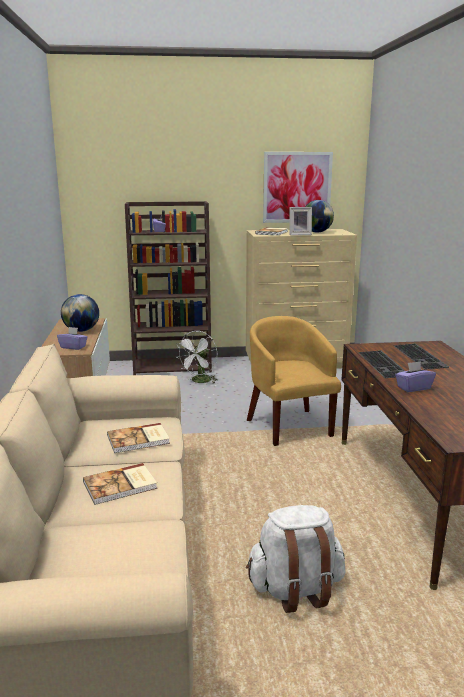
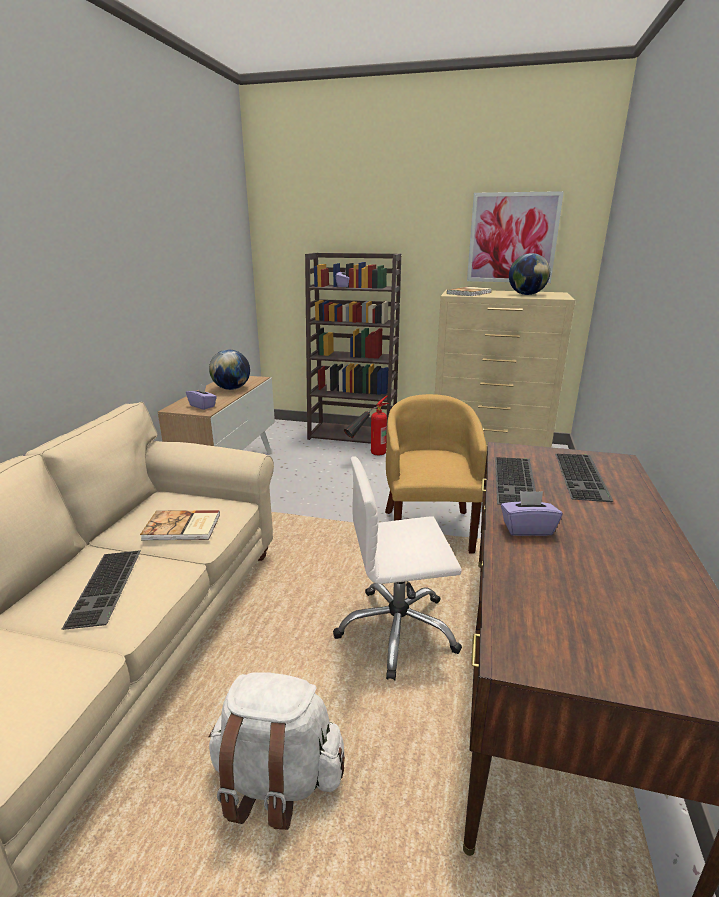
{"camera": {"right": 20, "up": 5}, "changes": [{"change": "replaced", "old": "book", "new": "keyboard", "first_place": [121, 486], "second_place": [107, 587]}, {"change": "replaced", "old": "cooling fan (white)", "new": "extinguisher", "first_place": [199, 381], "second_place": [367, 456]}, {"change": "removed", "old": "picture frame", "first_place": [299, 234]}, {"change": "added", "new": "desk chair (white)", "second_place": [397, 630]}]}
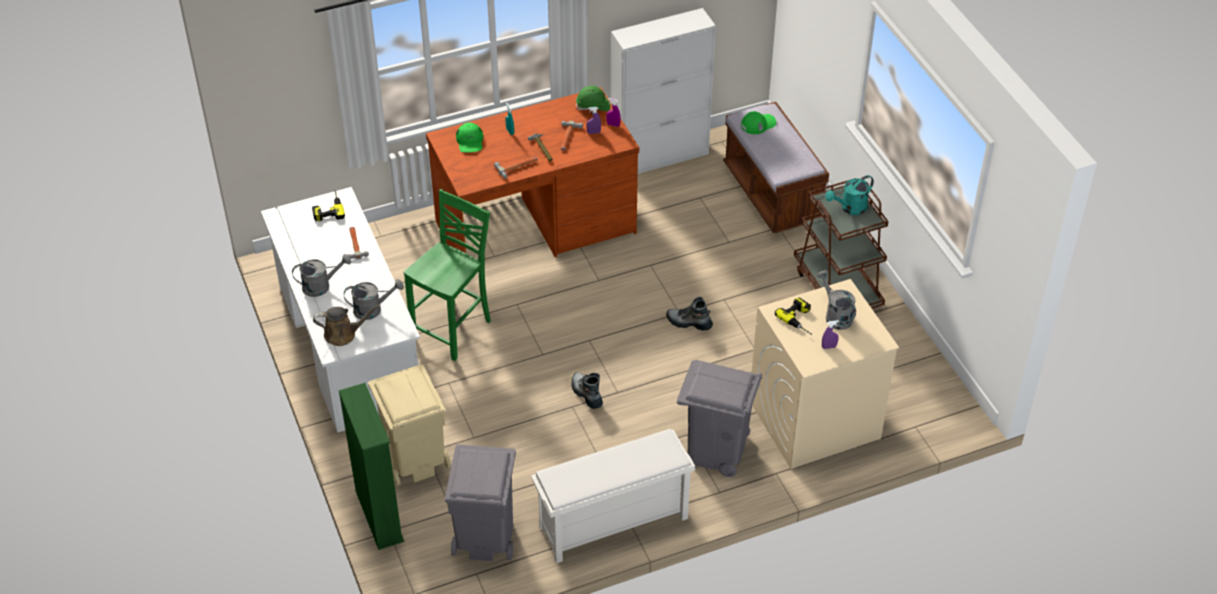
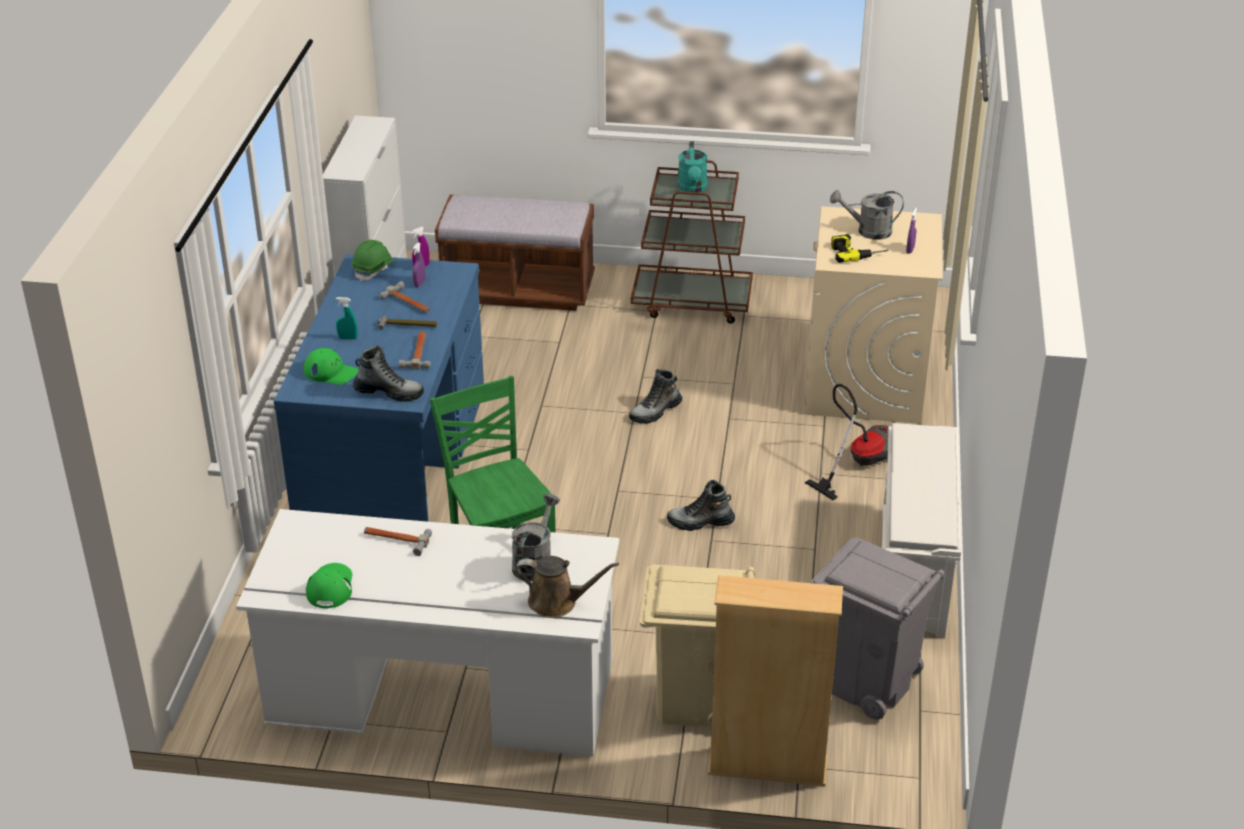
{"camera": {"right": -60, "up": -10}, "changes": [{"change": "removed", "old": "watering can (gray)", "first_place": [321, 286]}, {"change": "removed", "old": "drill", "first_place": [327, 208]}, {"change": "turned", "old": "watering can (brown-coloured)", "first_place": [343, 334], "second_place": [557, 602], "degrees": 75}, {"change": "recoloured", "old": "shelving unit (greenish)", "new": "shelving unit (beige)", "first_place": [379, 516], "second_place": [767, 766]}, {"change": "recoloured", "old": "desk (brown-coloured)", "new": "desk (bluish)", "first_place": [536, 228], "second_place": [395, 465]}, {"change": "replaced", "old": "trash can (gray)", "new": "hoover", "first_place": [716, 451], "second_place": [859, 462]}, {"change": "moved", "old": "peaked cap (greenish)", "first_place": [758, 124], "second_place": [330, 587]}, {"change": "added", "new": "tall boot", "second_place": [389, 392]}]}
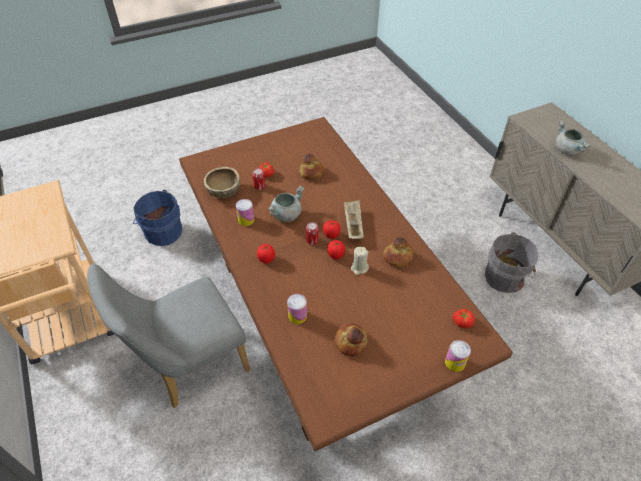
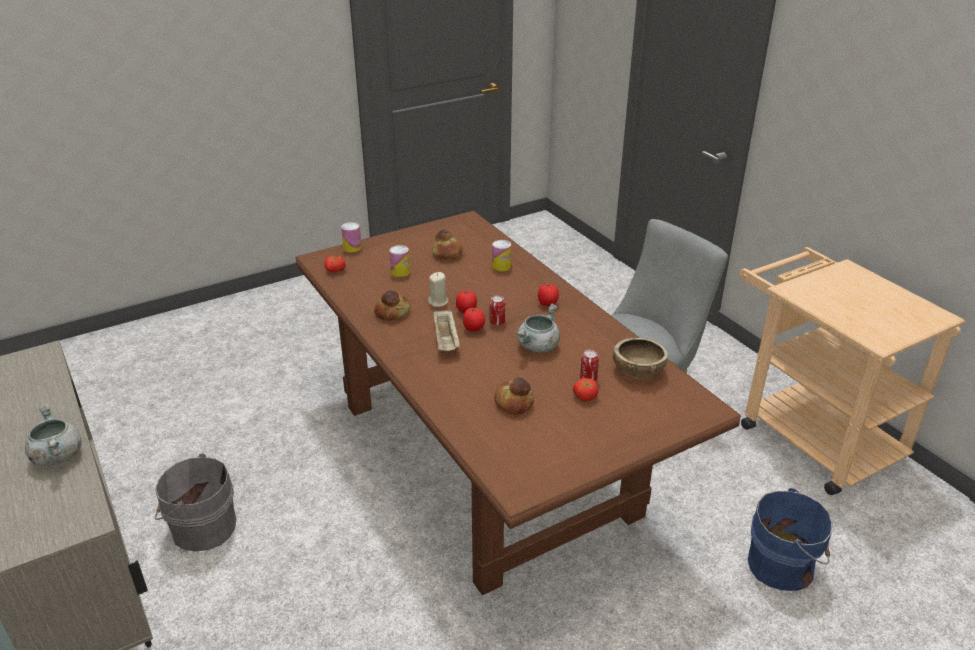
{"camera": {"right": 175, "up": -15}, "changes": [{"change": "moved", "old": "can", "first_place": [246, 220], "second_place": [400, 272]}]}
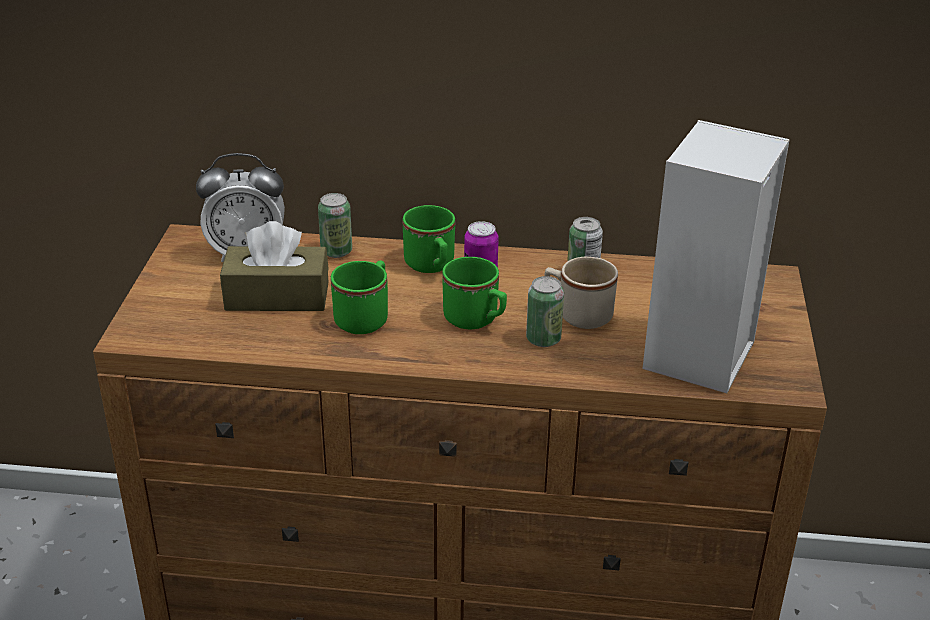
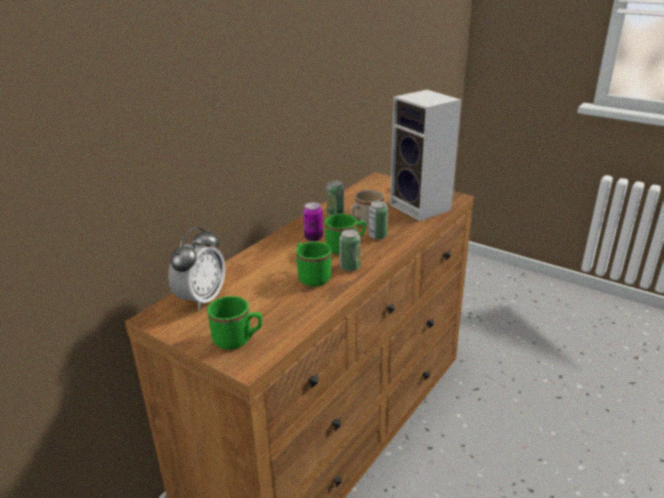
{"camera": {"right": -60, "up": -5}, "changes": [{"change": "removed", "old": "box of tissues (brown-coloured)", "first_place": [277, 296]}, {"change": "moved", "old": "can", "first_place": [336, 251], "second_place": [350, 267]}, {"change": "moved", "old": "tea mug (greenish)", "first_place": [431, 266], "second_place": [238, 340]}]}
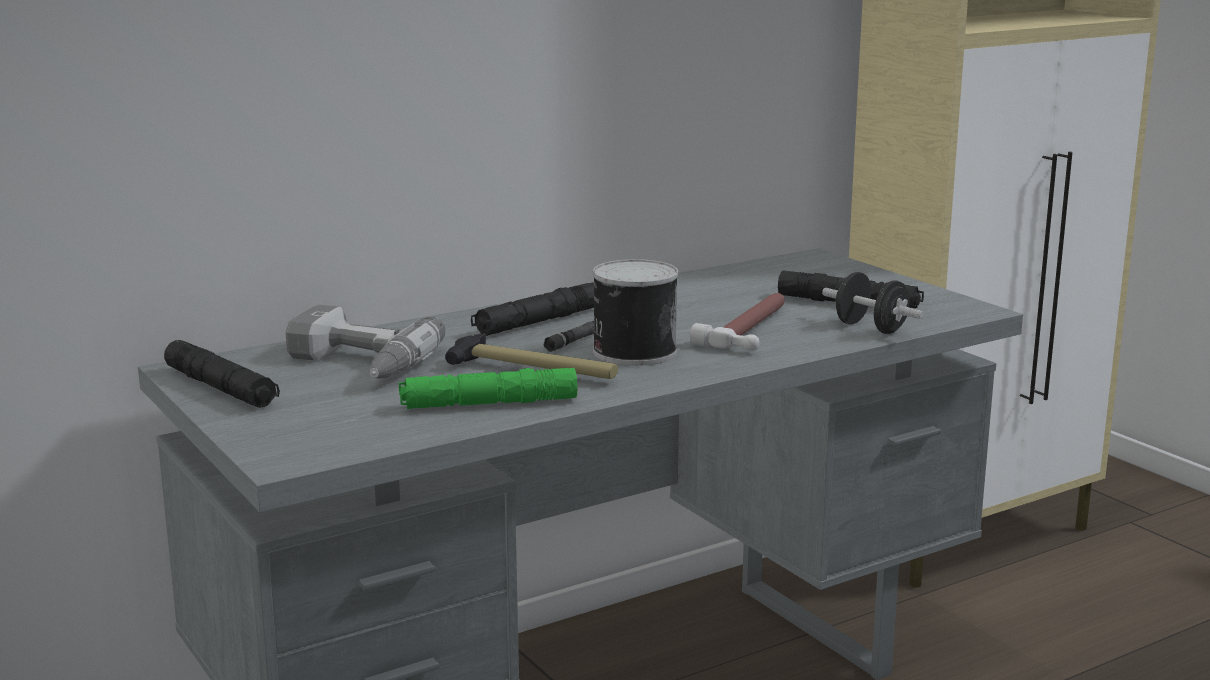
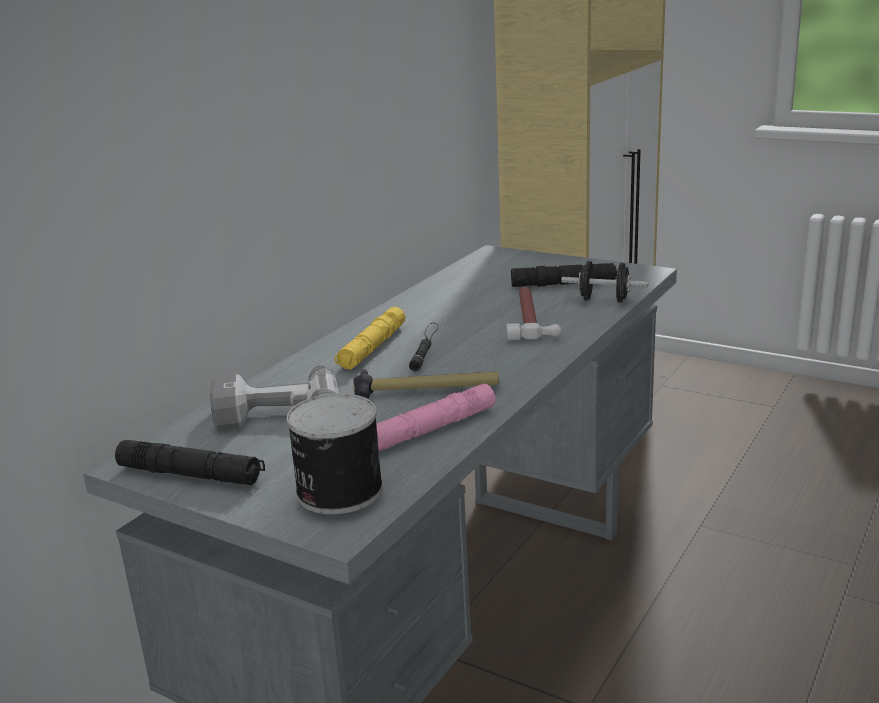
{"camera": {"right": -25, "up": 5}, "changes": [{"change": "recoloured", "old": "torch (greenish)", "new": "torch (pinkish)", "first_place": [488, 403], "second_place": [431, 429]}, {"change": "recoloured", "old": "torch (black)", "new": "torch (yellow-coloured)", "first_place": [538, 322], "second_place": [372, 348]}, {"change": "moved", "old": "can", "first_place": [632, 351], "second_place": [337, 491]}]}
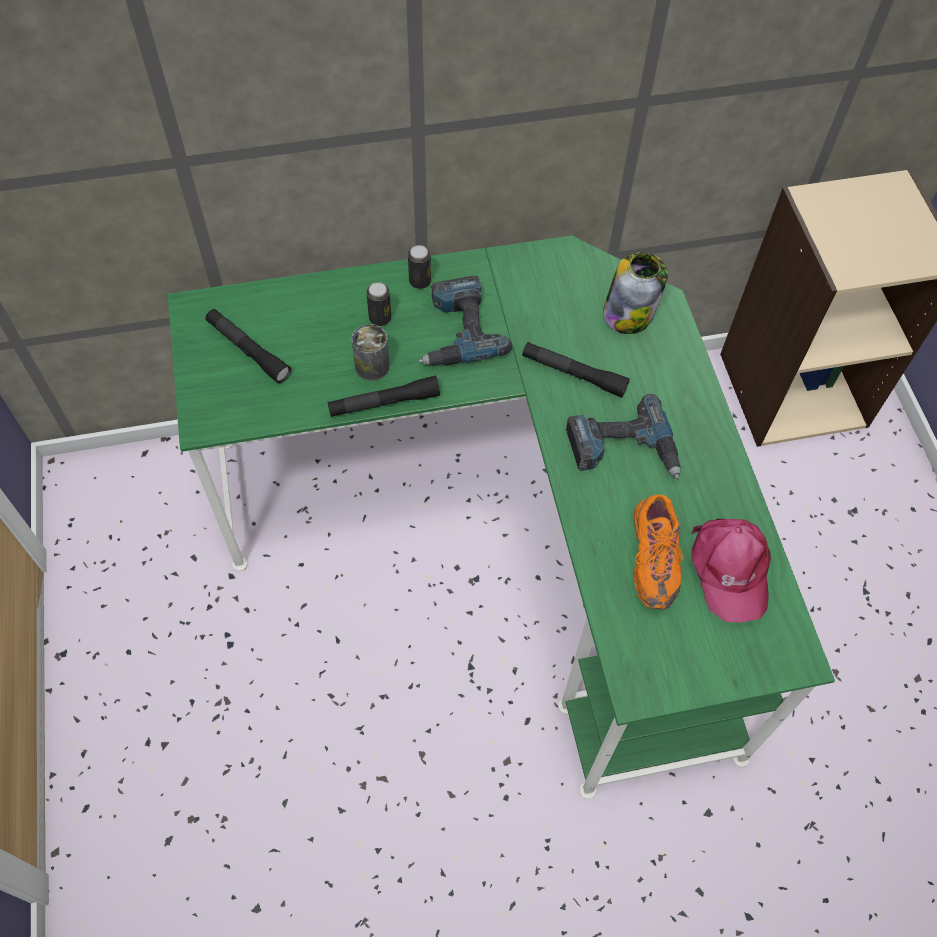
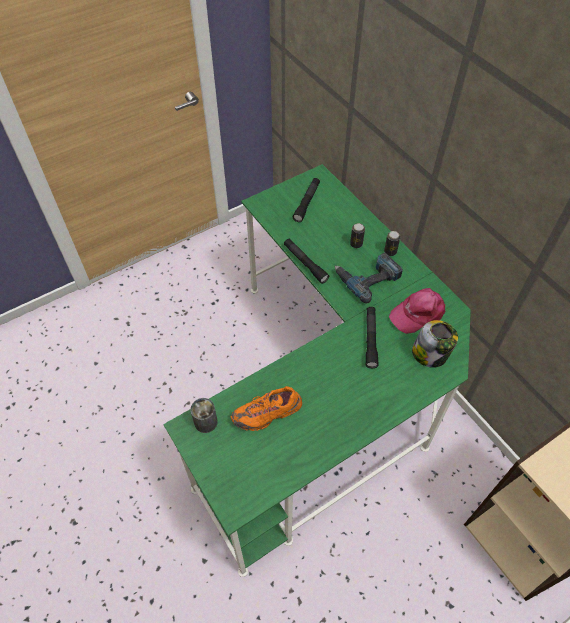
{"camera": {"right": 70, "up": -5}, "changes": [{"change": "moved", "old": "can", "first_place": [372, 366], "second_place": [206, 422]}, {"change": "removed", "old": "drill", "first_place": [622, 449]}, {"change": "moved", "old": "peaked cap (pinkish)", "first_place": [729, 570], "second_place": [418, 313]}]}
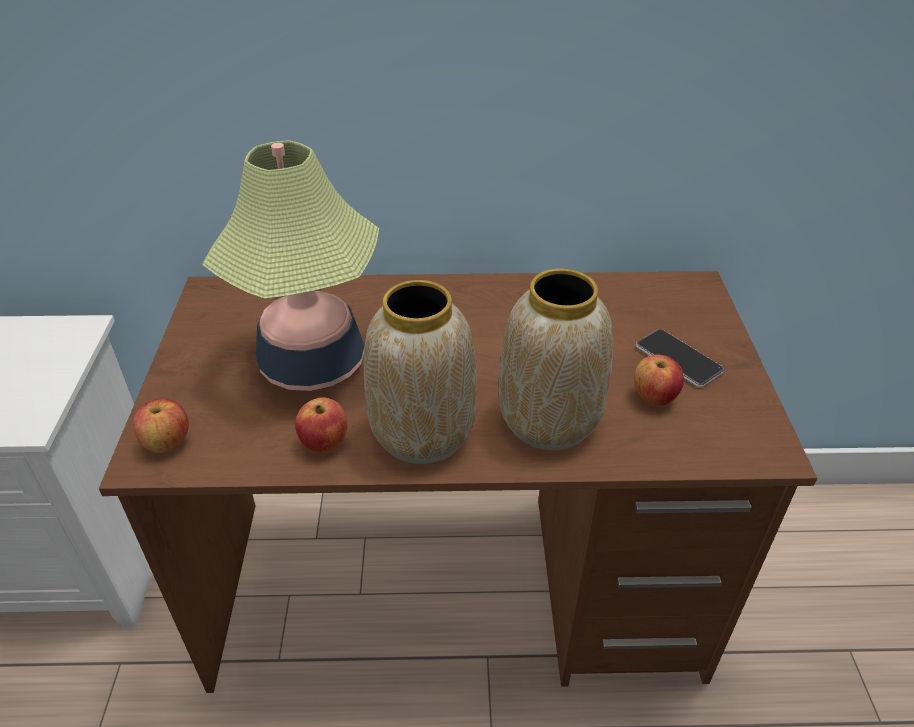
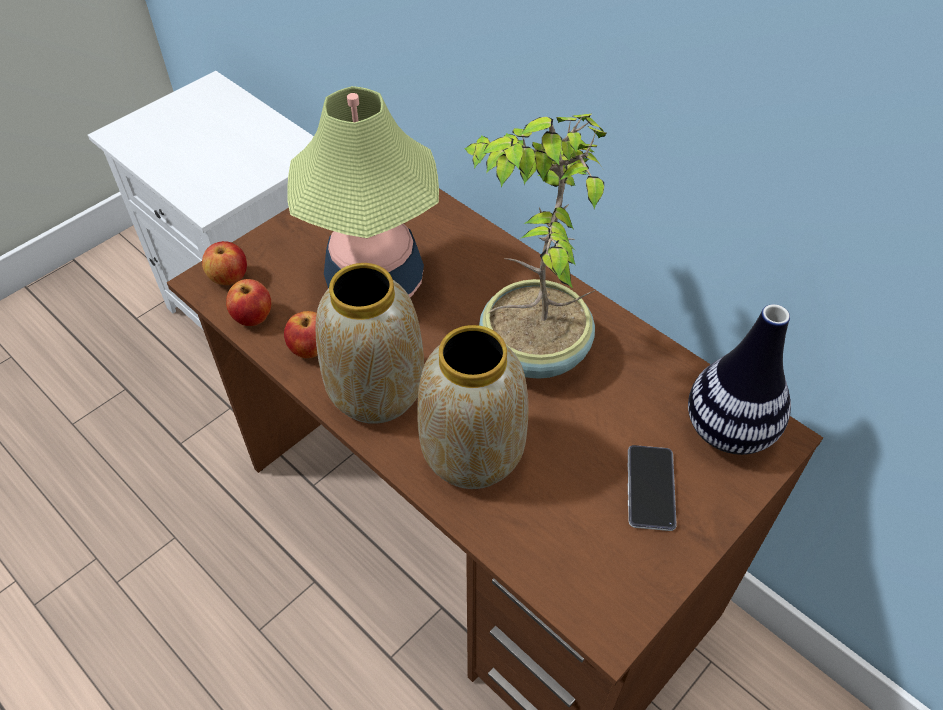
{"camera": {"right": 45, "up": 10}, "changes": [{"change": "moved", "old": "apple fruit", "first_place": [654, 397], "second_place": [253, 317]}, {"change": "added", "new": "plant in a pot", "second_place": [531, 352]}, {"change": "added", "new": "flower vase", "second_place": [728, 429]}]}
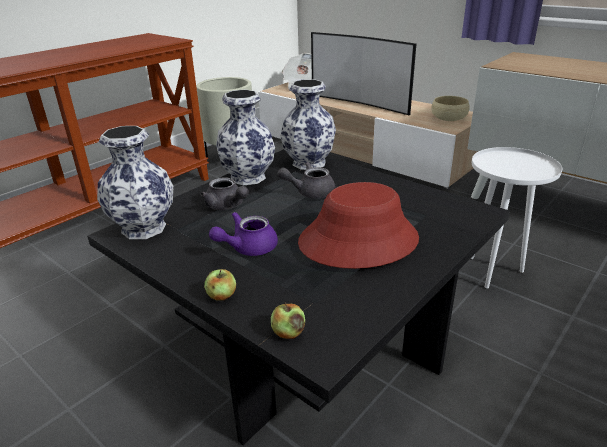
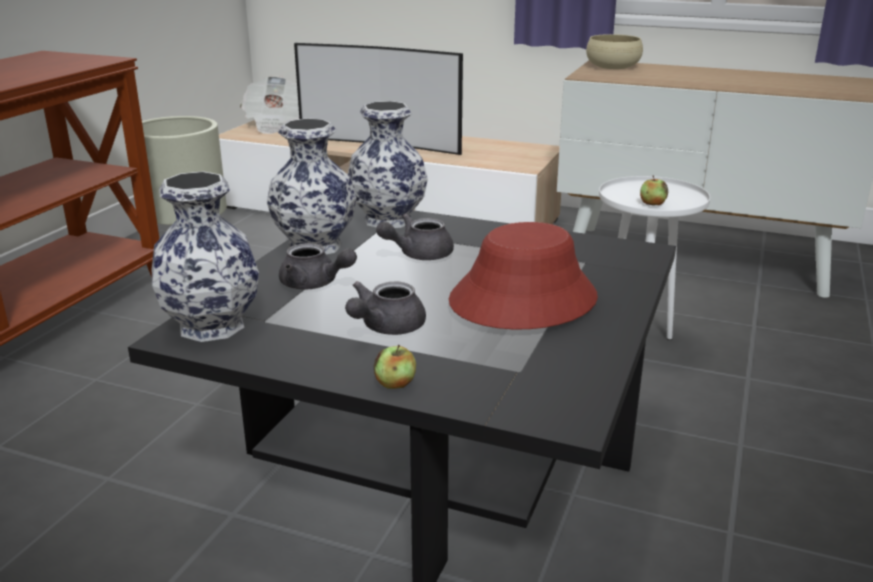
{"camera": {"right": -20, "up": -5}, "changes": [{"change": "recoloured", "old": "tea pot (purple)", "new": "tea pot (gray)", "first_place": [247, 248], "second_place": [385, 328]}, {"change": "moved", "old": "apple fruit", "first_place": [288, 332], "second_place": [652, 203]}, {"change": "moved", "old": "deep dish (beige)", "first_place": [448, 118], "second_place": [612, 66]}]}
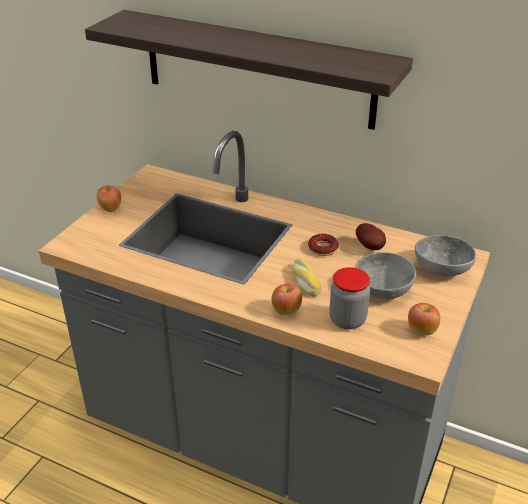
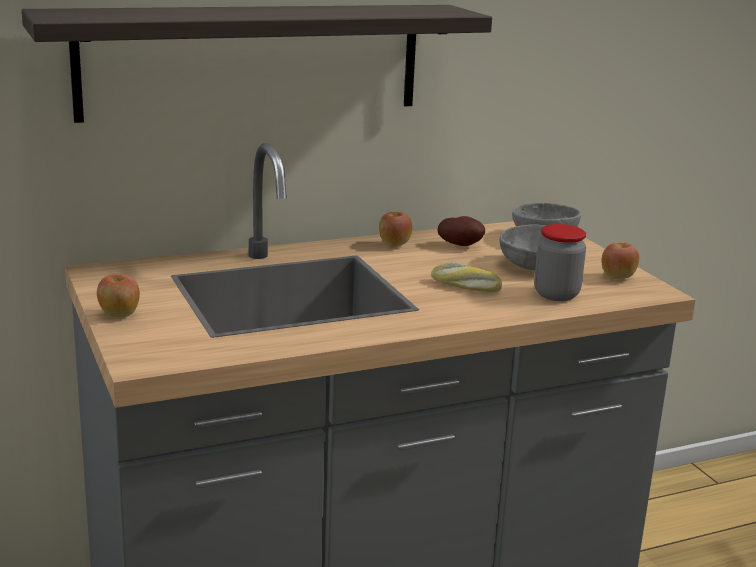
{"camera": {"right": -50, "up": -15}, "changes": [{"change": "moved", "old": "apple fruit", "first_place": [286, 311], "second_place": [394, 245]}, {"change": "removed", "old": "ring doughnut", "first_place": [323, 248]}]}
